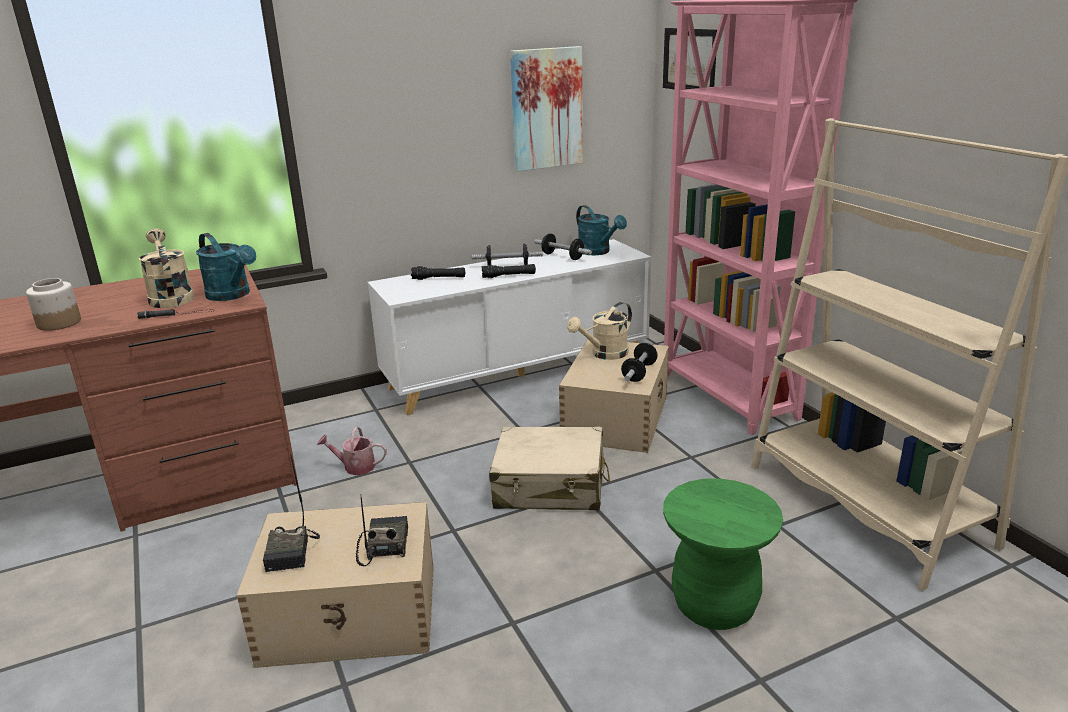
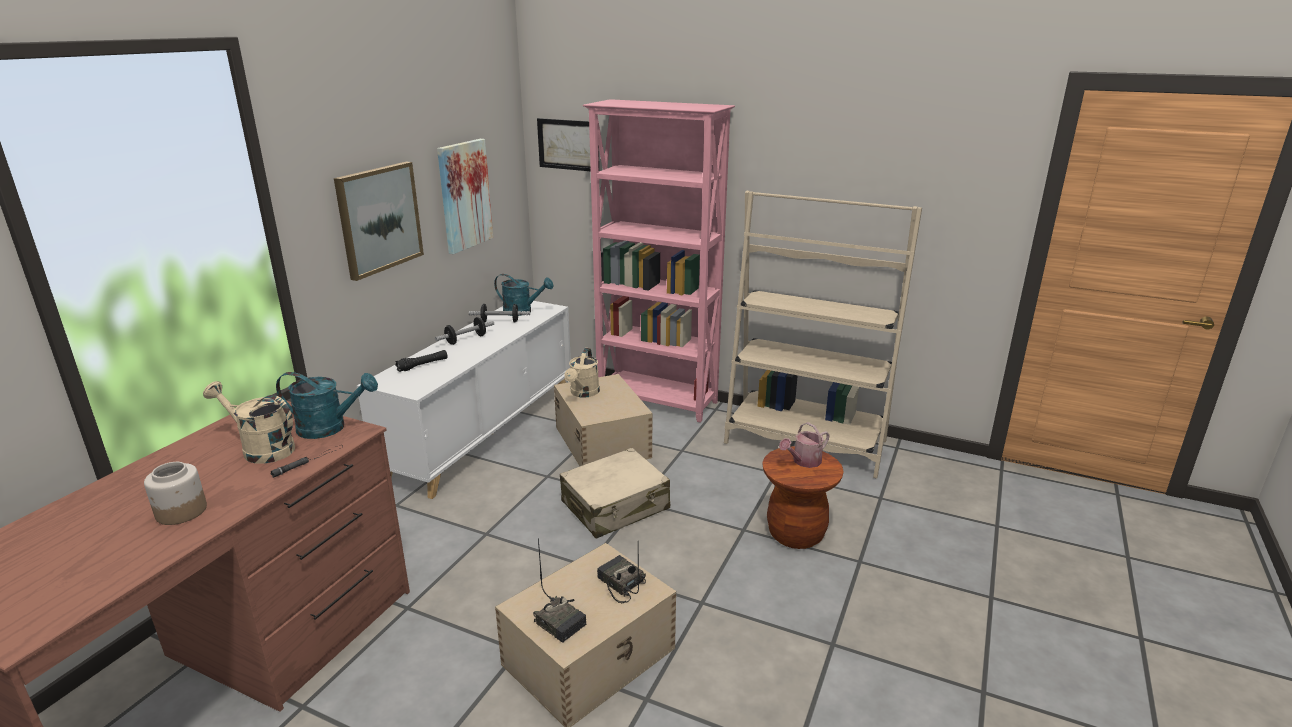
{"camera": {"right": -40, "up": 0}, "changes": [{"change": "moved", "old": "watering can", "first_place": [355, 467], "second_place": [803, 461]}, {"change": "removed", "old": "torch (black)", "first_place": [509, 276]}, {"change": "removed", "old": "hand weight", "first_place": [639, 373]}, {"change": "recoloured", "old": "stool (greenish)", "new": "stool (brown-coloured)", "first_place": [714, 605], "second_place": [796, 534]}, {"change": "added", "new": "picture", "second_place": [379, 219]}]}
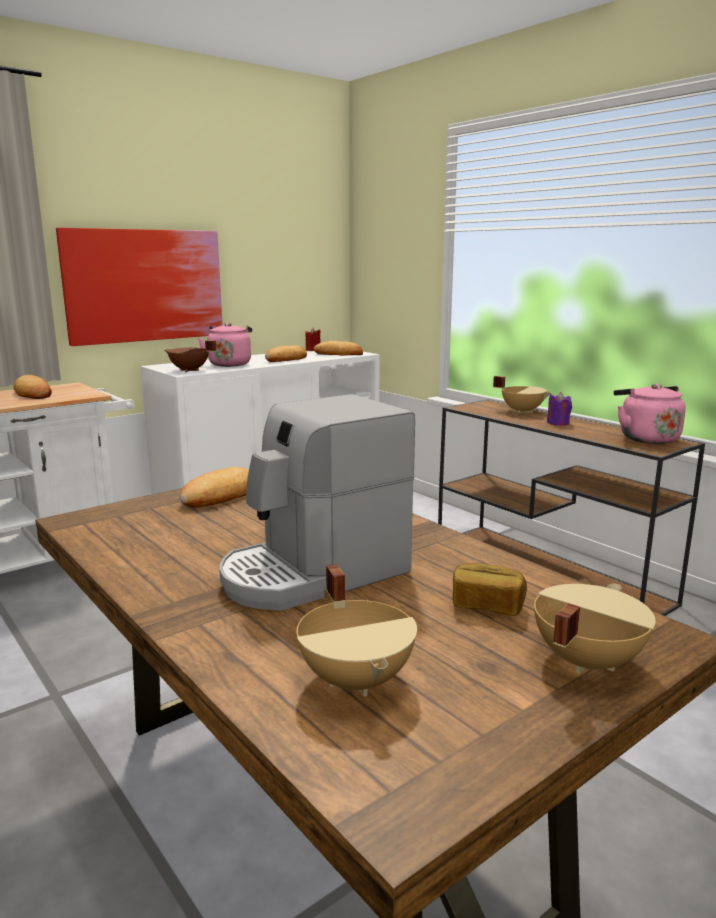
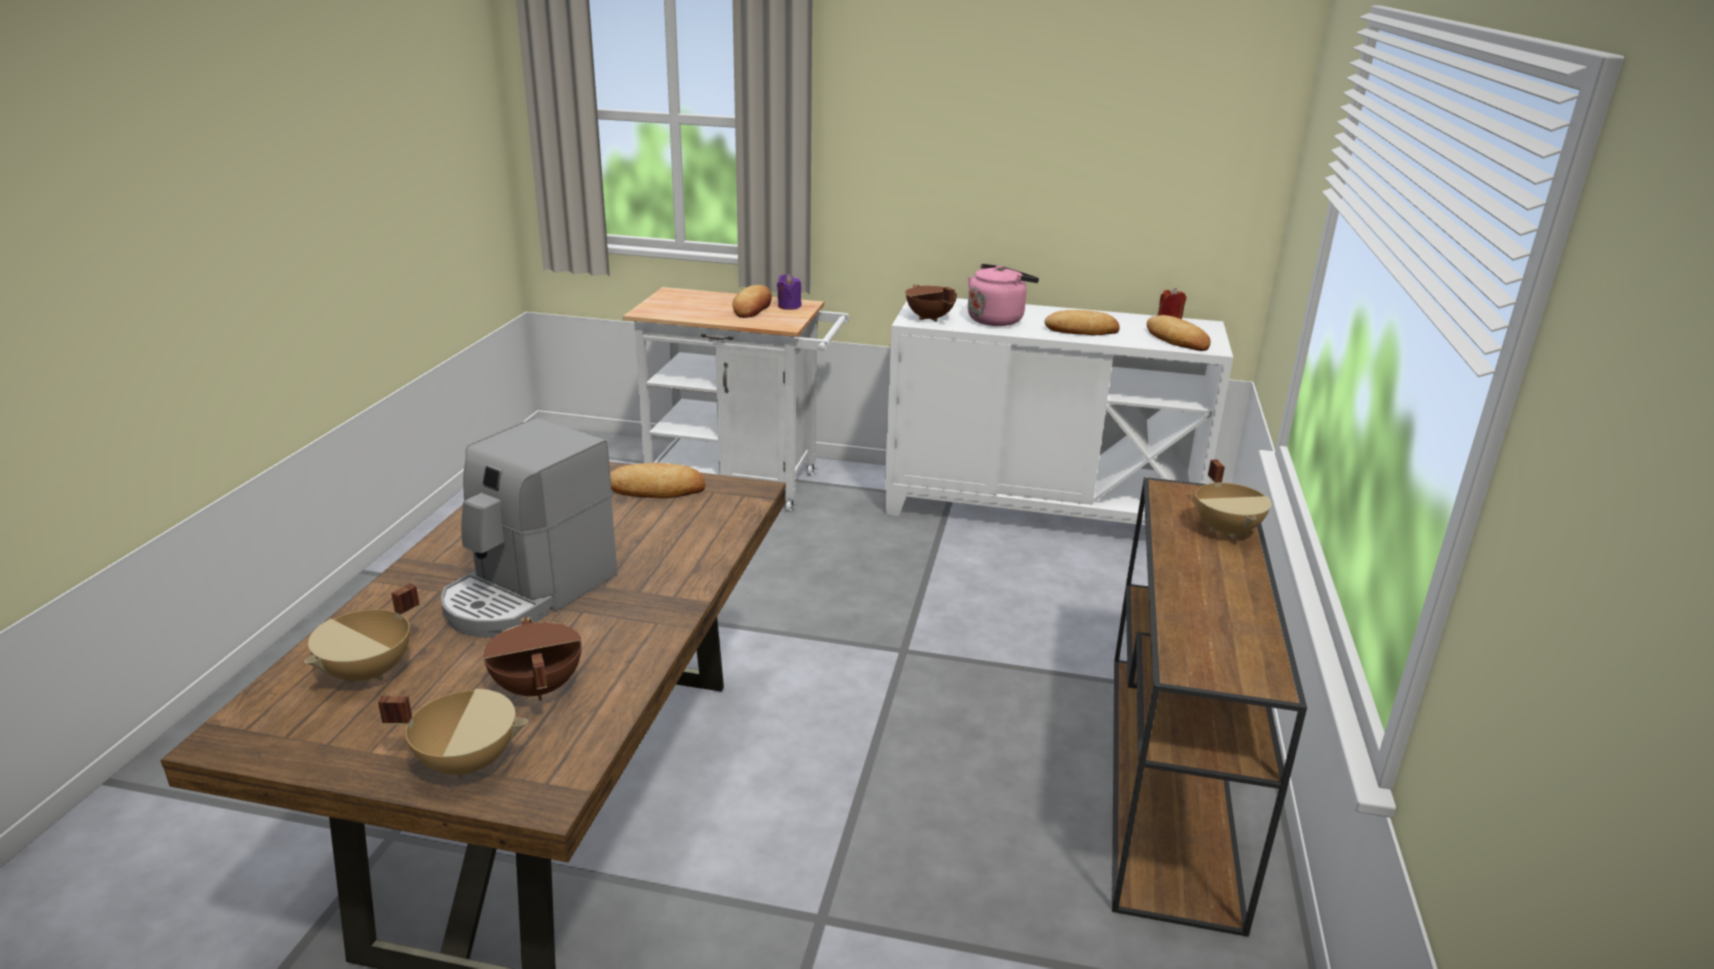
{"camera": {"right": 50, "up": 10}, "changes": [{"change": "removed", "old": "picture", "first_place": [145, 285]}, {"change": "turned", "old": "coffee machine", "first_place": [313, 573], "second_place": [528, 593], "degrees": -75}, {"change": "replaced", "old": "bread", "new": "cooking pot (brown-coloured)", "first_place": [487, 605], "second_place": [536, 688]}, {"change": "moved", "old": "candle (purple)", "first_place": [558, 423], "second_place": [789, 306]}, {"change": "removed", "old": "water kettle (pinkish)", "first_place": [646, 438]}]}
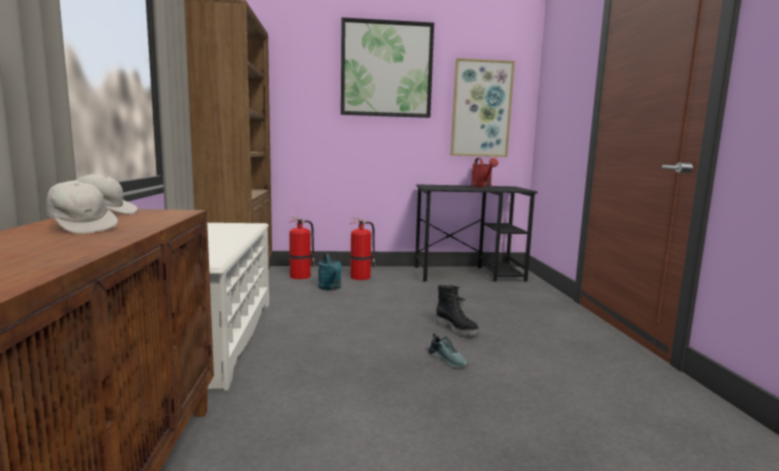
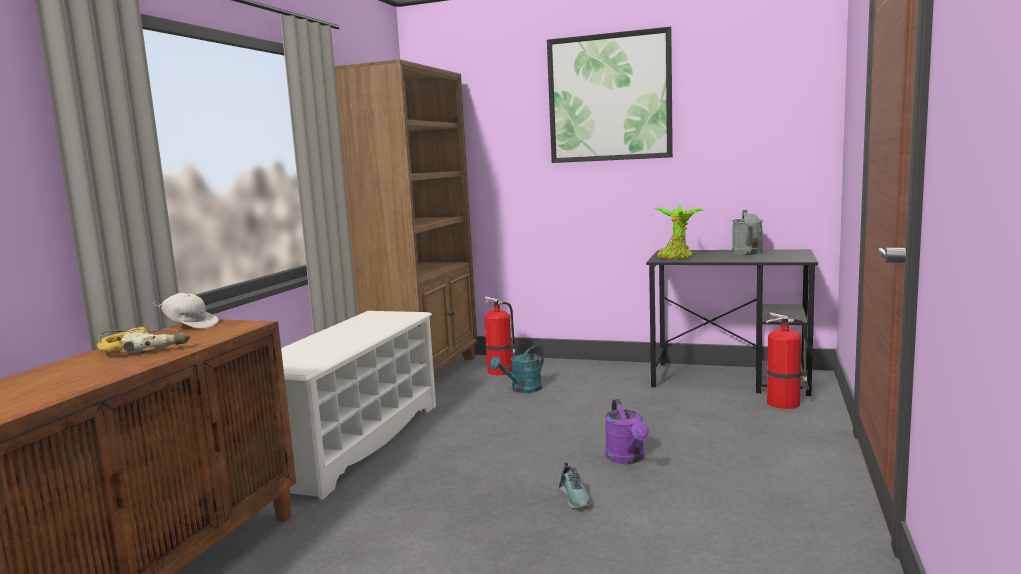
{"camera": {"right": 25, "up": 0}, "changes": [{"change": "replaced", "old": "peaked cap (white)", "new": "drill", "first_place": [82, 228], "second_place": [144, 348]}, {"change": "turned", "old": "watering can (blue-green)", "first_place": [331, 288], "second_place": [522, 389], "degrees": 45}, {"change": "moved", "old": "extinguisher", "first_place": [361, 277], "second_place": [785, 403]}, {"change": "replaced", "old": "tall boot (black)", "new": "watering can (purple)", "first_place": [457, 329], "second_place": [627, 459]}, {"change": "removed", "old": "picture", "first_place": [481, 109]}, {"change": "recoloured", "old": "watering can (red-coloured)", "new": "watering can (gray)", "first_place": [482, 187], "second_place": [748, 253]}, {"change": "added", "new": "plant in a pot", "second_place": [676, 257]}]}
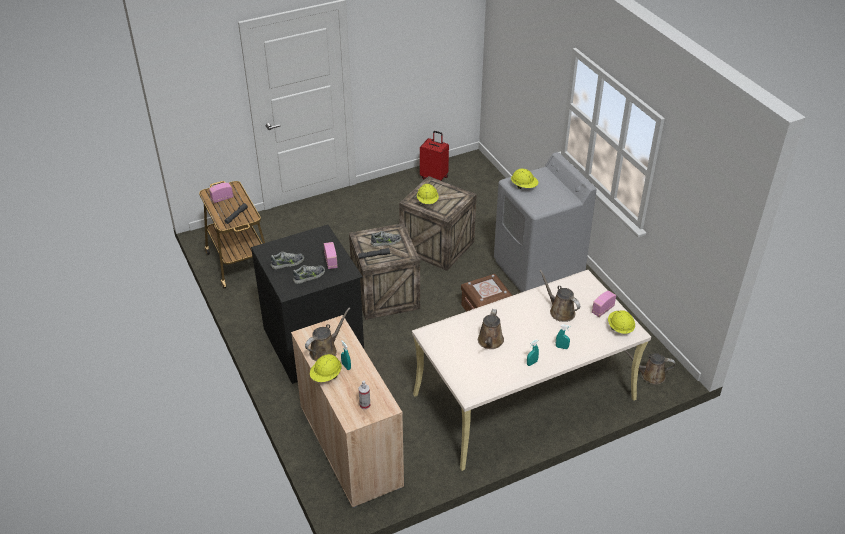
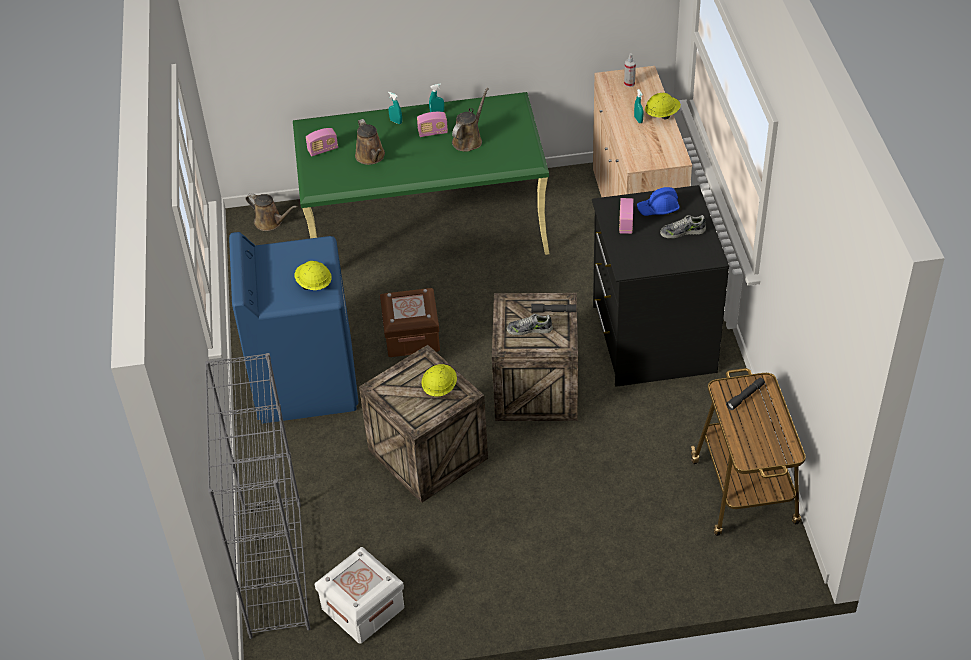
{"camera": {"right": -160, "up": 5}, "changes": [{"change": "moved", "old": "radio receiver", "first_place": [222, 198], "second_place": [433, 132]}, {"change": "replaced", "old": "item of footwear", "new": "safety helmet (bluish)", "first_place": [309, 276], "second_place": [658, 209]}, {"change": "removed", "old": "watering can (brown-coloured)", "first_place": [325, 350]}, {"change": "recoloured", "old": "desk (beige)", "new": "desk (greenish)", "first_place": [523, 397], "second_place": [426, 227]}, {"change": "replaced", "old": "suitcase (red-coloured)", "new": "storage container (white)", "first_place": [434, 177], "second_place": [363, 608]}, {"change": "recoloured", "old": "laundry machine (gray)", "new": "laundry machine (bluish)", "first_place": [538, 270], "second_place": [305, 381]}, {"change": "removed", "old": "safety helmet (yellow-coloured)", "first_place": [620, 328]}, {"change": "added", "new": "shelving unit (gray)", "second_place": [275, 568]}]}
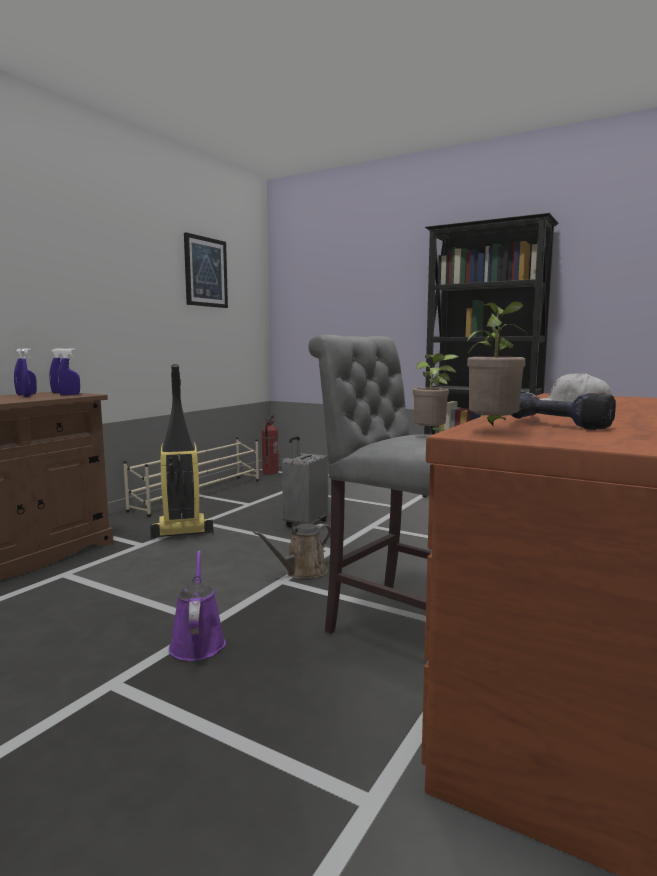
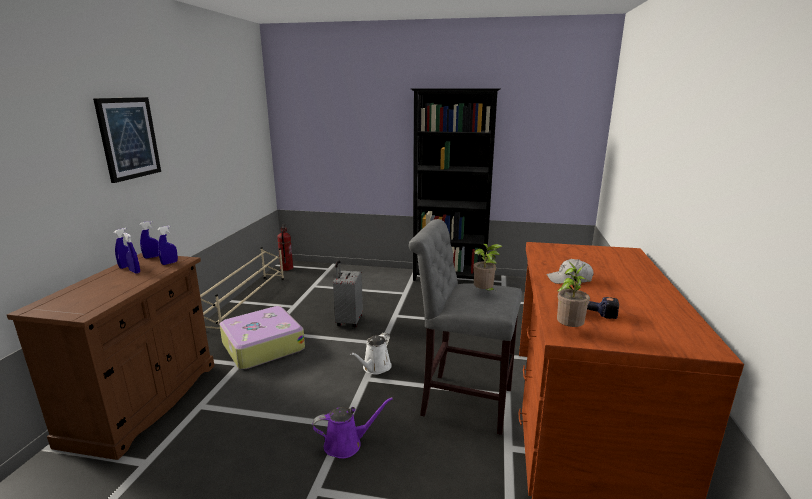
{"camera": {"right": -20, "up": 10}, "changes": [{"change": "replaced", "old": "hoover", "new": "suitcase", "first_place": [181, 533], "second_place": [262, 346]}, {"change": "turned", "old": "watering can (purple)", "first_place": [197, 642], "second_place": [346, 444], "degrees": 105}, {"change": "moved", "old": "picture", "first_place": [205, 272], "second_place": [128, 138]}, {"change": "recoloured", "old": "watering can (brown-coloured)", "new": "watering can (white)", "first_place": [302, 572], "second_place": [375, 368]}]}
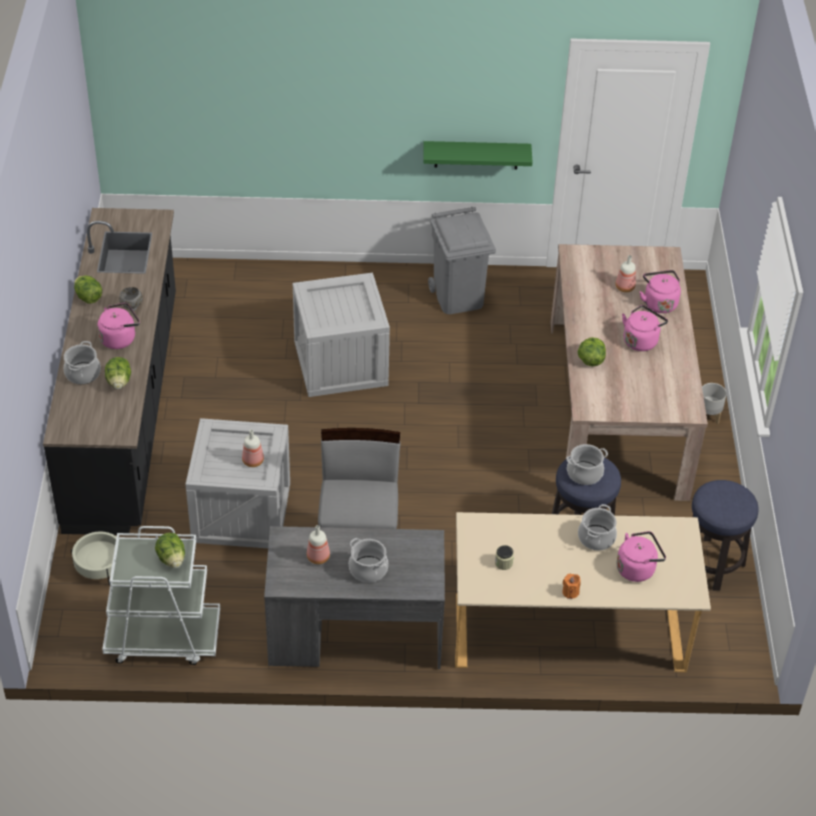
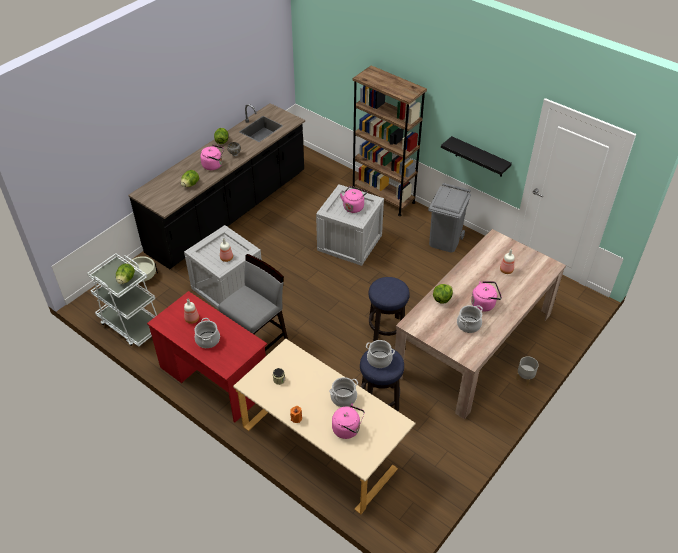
{"camera": {"right": 40, "up": 0}, "changes": [{"change": "moved", "old": "cooking pot", "first_place": [83, 373], "second_place": [468, 325]}, {"change": "recoloured", "old": "desk (gray)", "new": "desk (red-coloured)", "first_place": [355, 635], "second_place": [214, 378]}, {"change": "recoloured", "old": "wall shelf (greenish)", "new": "wall shelf (black)", "first_place": [476, 155], "second_place": [479, 157]}, {"change": "moved", "old": "water kettle (pinkish)", "first_place": [659, 303], "second_place": [353, 206]}, {"change": "moved", "old": "stool", "first_place": [711, 564], "second_place": [386, 329]}, {"change": "added", "new": "shelving unit (brown-coloured)", "second_place": [383, 197]}]}
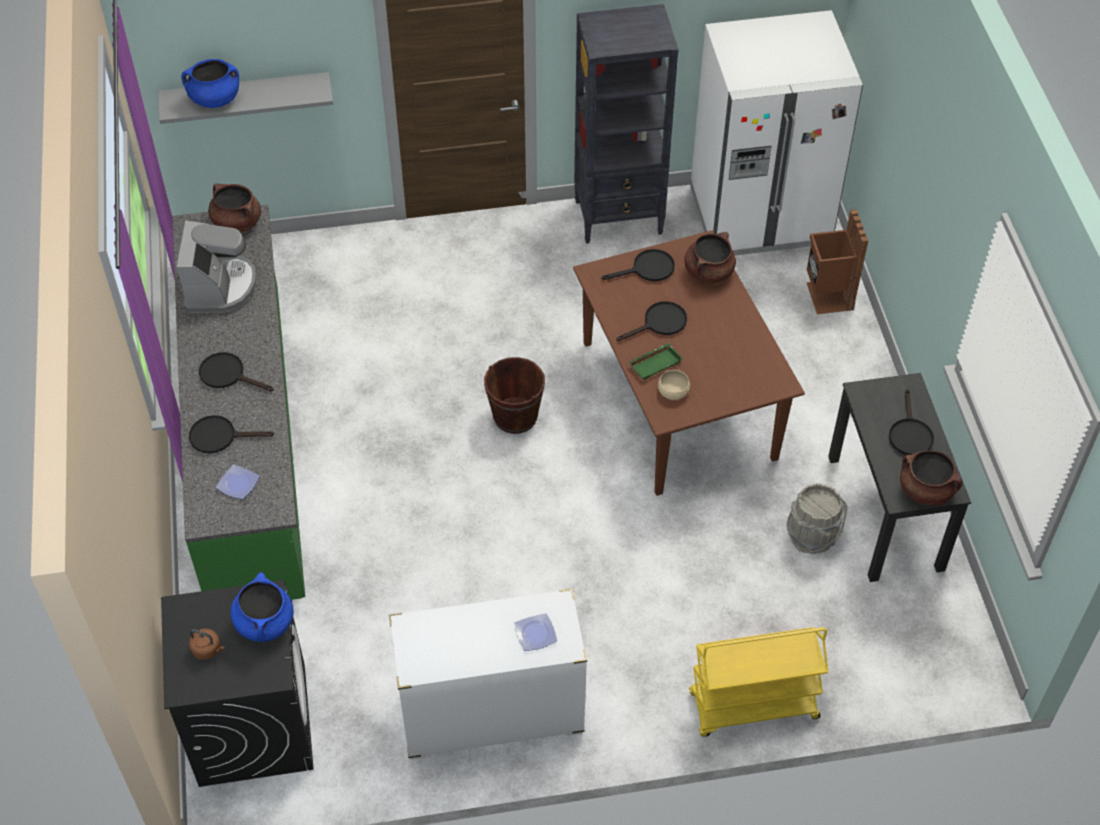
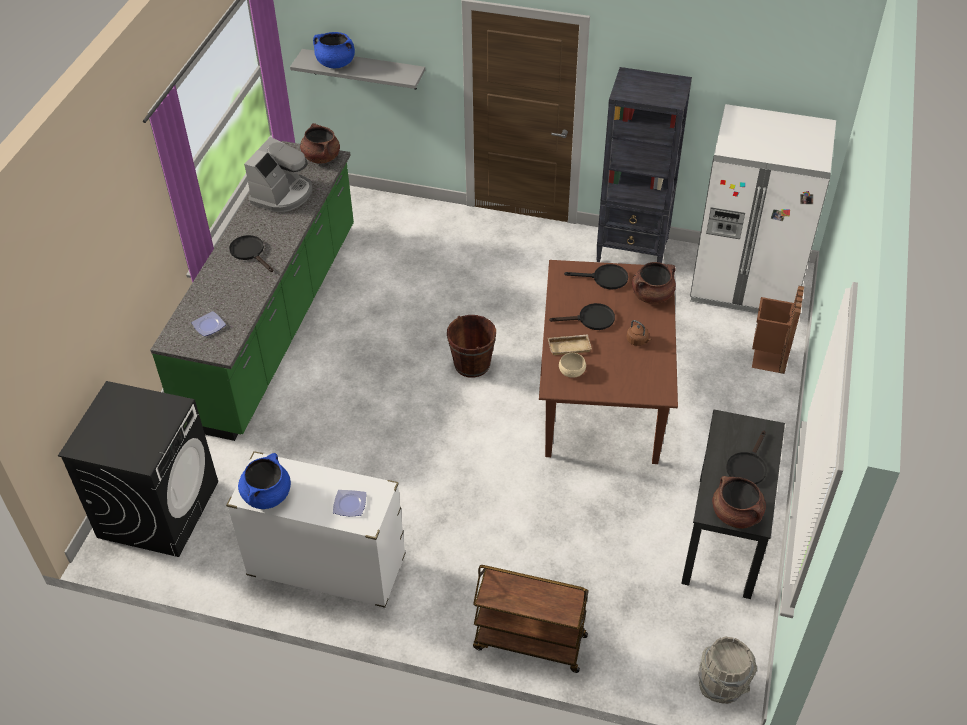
{"camera": {"right": 25, "up": -5}, "changes": [{"change": "removed", "old": "frying pan (black)", "first_place": [220, 436]}, {"change": "moved", "old": "water kettle (brown-coloured)", "first_place": [208, 649], "second_place": [638, 341]}, {"change": "moved", "old": "cooking pot (bluish)", "first_place": [264, 622], "second_place": [267, 495]}, {"change": "recoloured", "old": "carrying tray (greenish)", "new": "carrying tray (beige)", "first_place": [654, 363], "second_place": [569, 346]}, {"change": "recoloured", "old": "wheeled cart (yellow-coloured)", "new": "wheeled cart (brown-coloured)", "first_place": [752, 706], "second_place": [529, 642]}, {"change": "moved", "old": "water bucket (gray)", "first_place": [812, 536], "second_place": [721, 685]}]}
